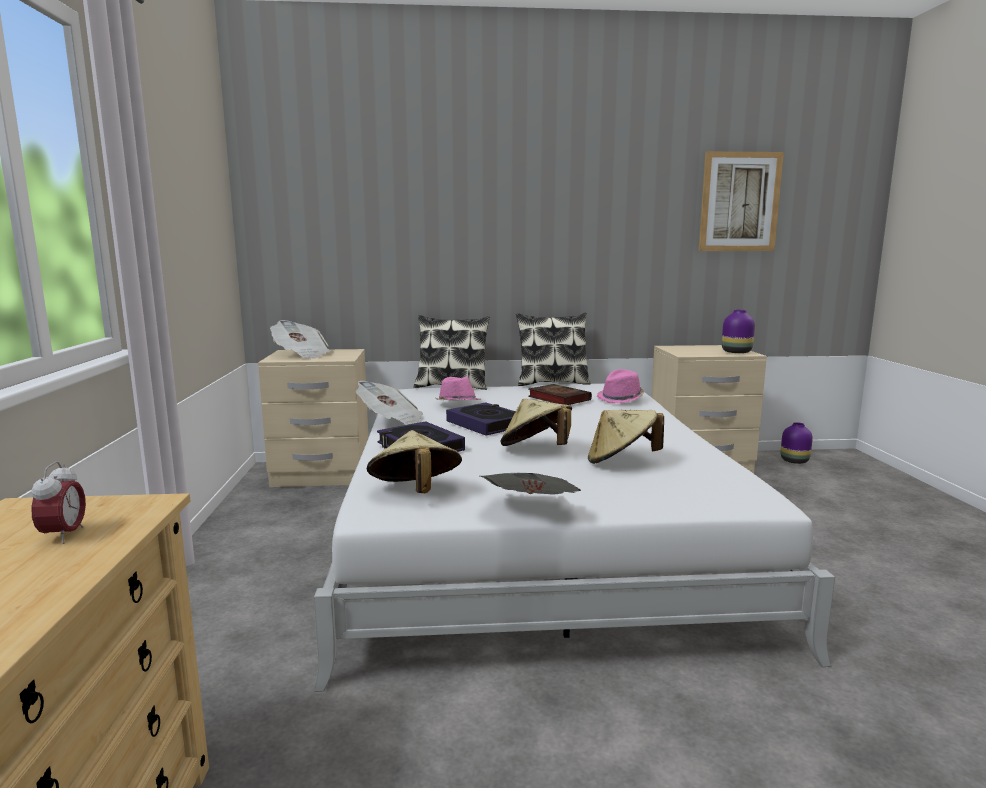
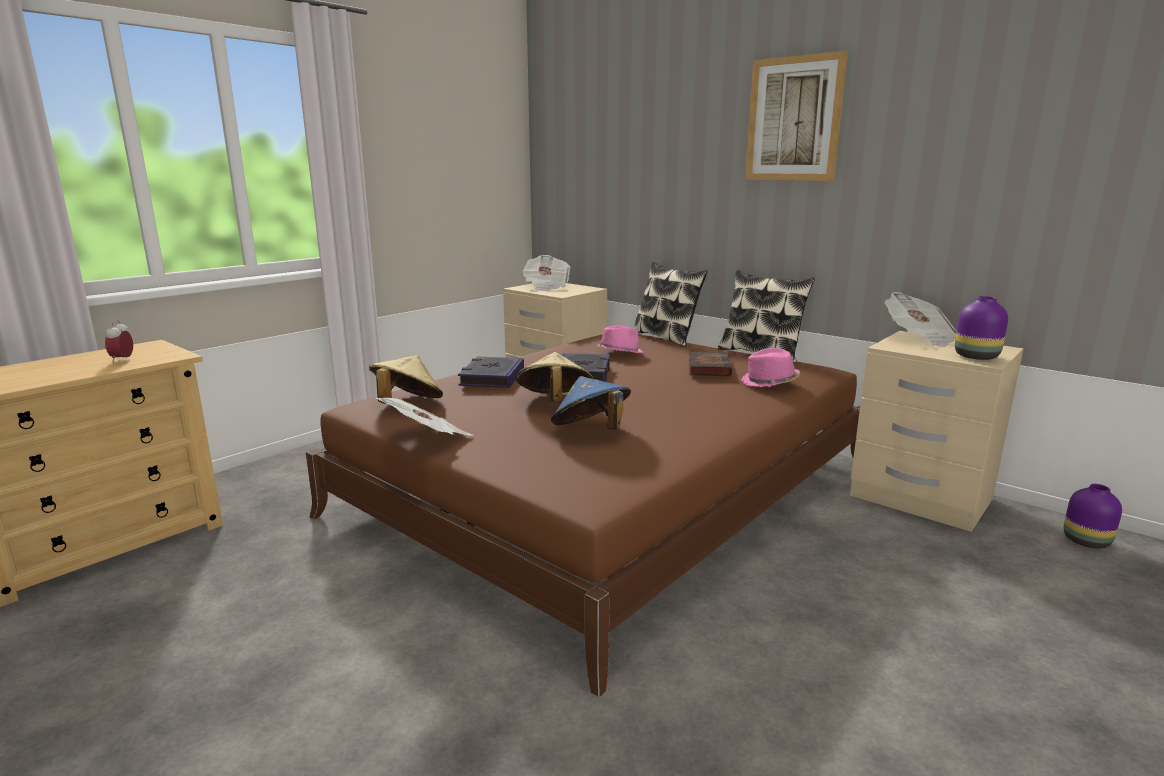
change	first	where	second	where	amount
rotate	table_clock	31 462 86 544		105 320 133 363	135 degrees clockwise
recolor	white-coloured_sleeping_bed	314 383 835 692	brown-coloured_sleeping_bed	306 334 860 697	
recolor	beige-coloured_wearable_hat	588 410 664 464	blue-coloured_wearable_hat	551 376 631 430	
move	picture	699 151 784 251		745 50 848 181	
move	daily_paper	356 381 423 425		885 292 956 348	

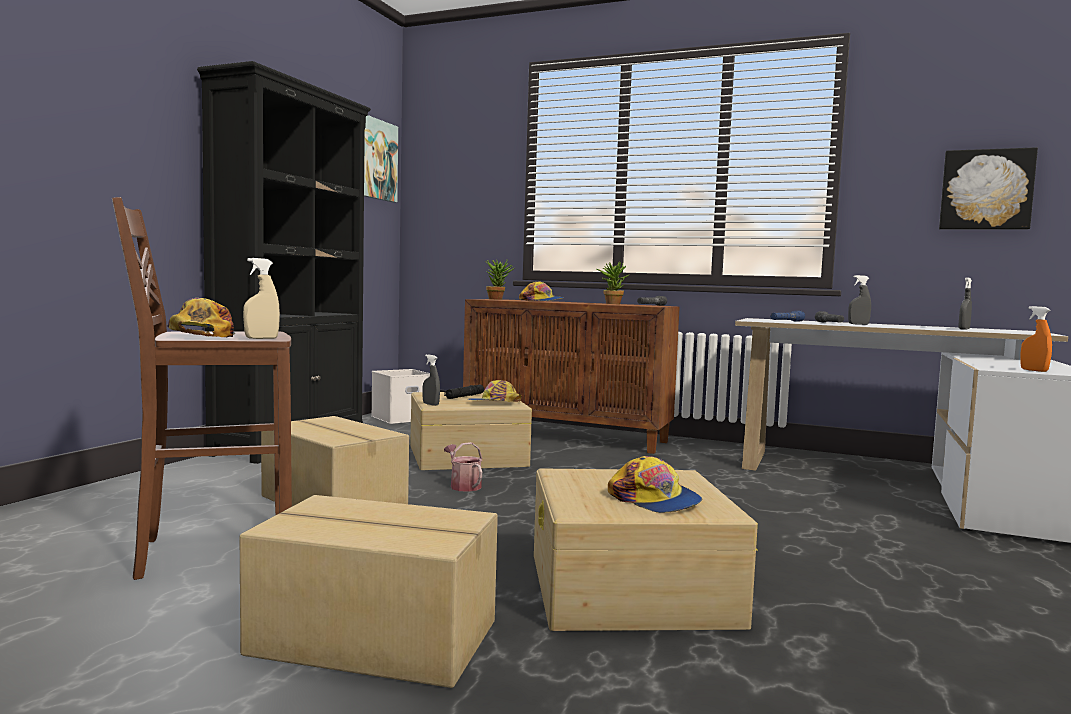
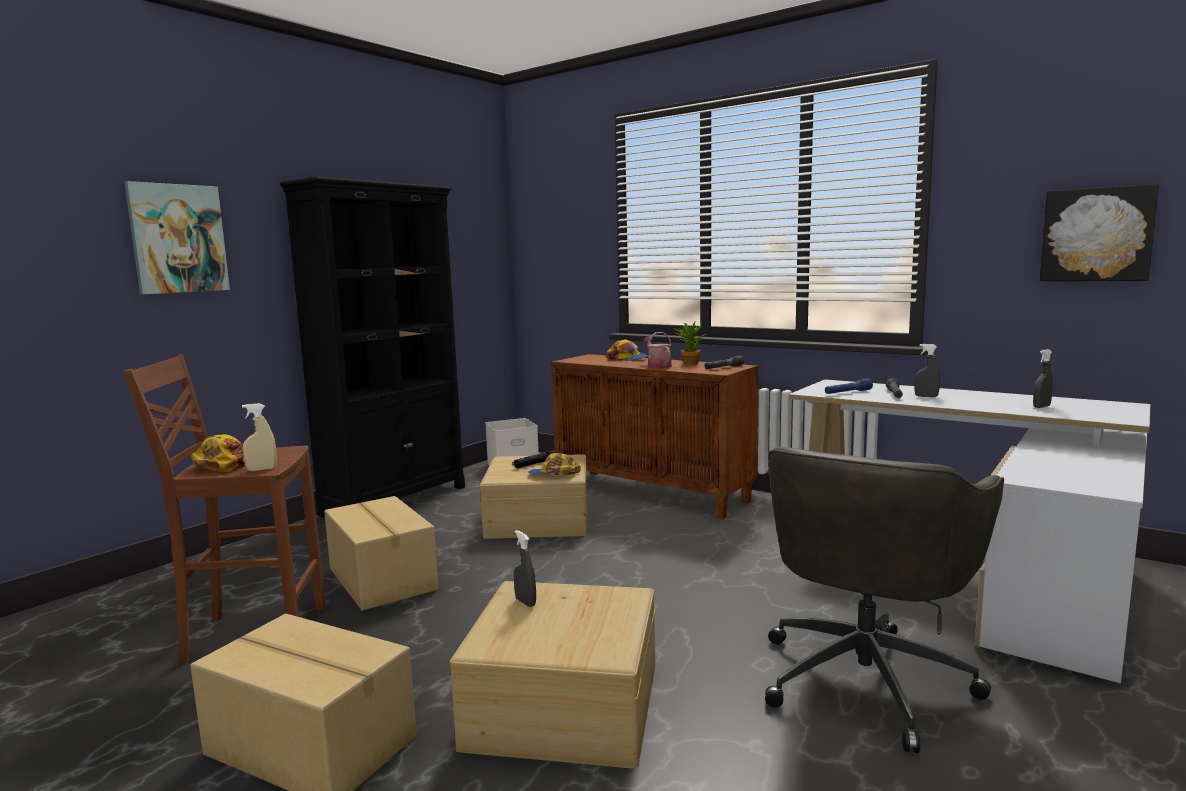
change	first	where	second	where	amount
move	picture	364 115 398 202		124 181 230 294	
move	grey_sprayer	422 354 440 406		514 530 536 607	
move	watering_pot	444 442 482 492		643 332 672 369	
insert			grey_office_chair	765 447 1004 753	
delete	potted_plant	485 259 515 300			
delete	cap	608 456 702 513			
delete	orange-coloured_sprayer	1020 306 1052 372			

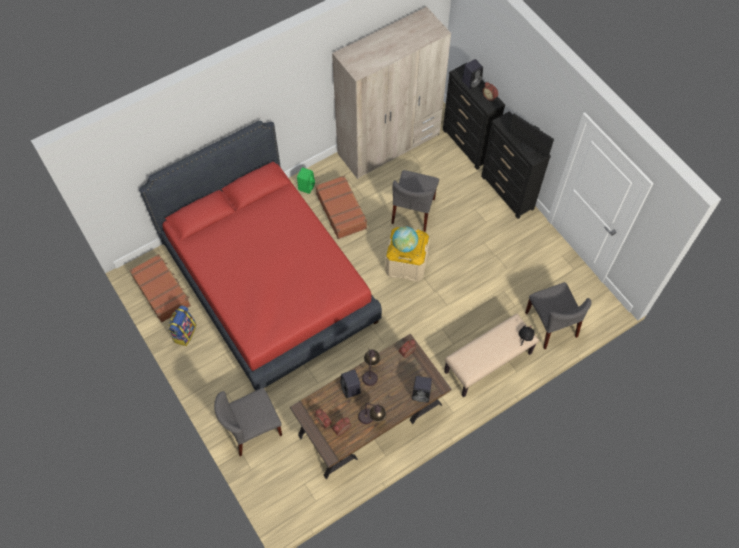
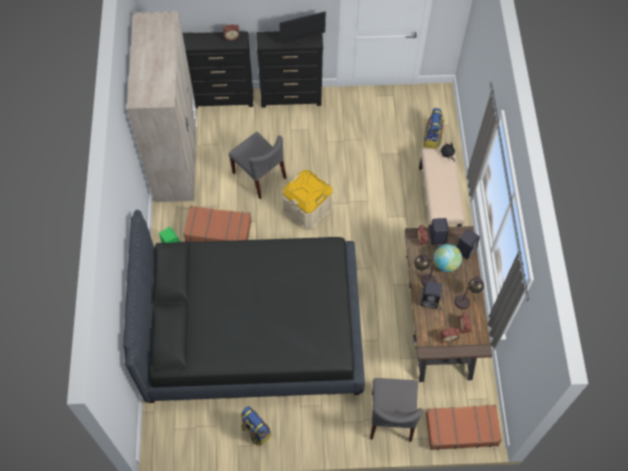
change	first	where	second	where	amount
recolor	red_sleeping_bed	139 121 382 391	black_sleeping_bed	123 210 365 403	
replace	grey_chair	525 282 592 350	backpack	424 108 444 148	
move	brown-coloured_suitcase	129 254 191 323		426 405 502 450	
move	black_speaker	462 59 483 89		429 218 448 245	
move	desk_globe	392 226 418 252		434 244 462 272	

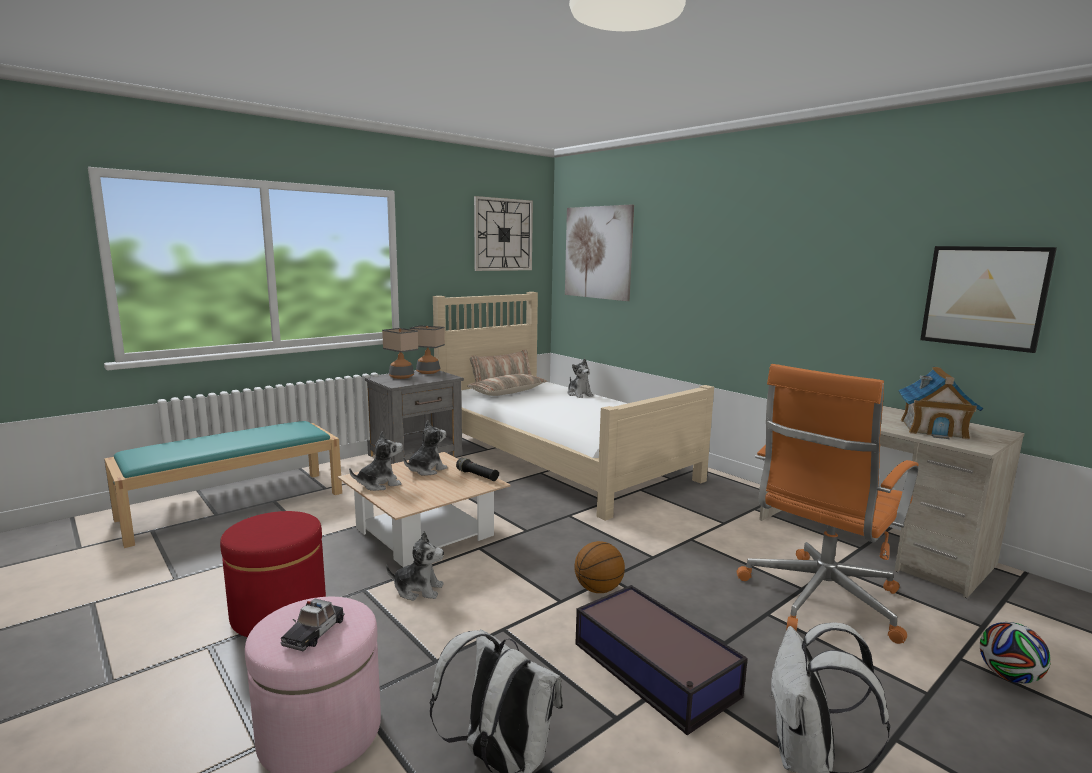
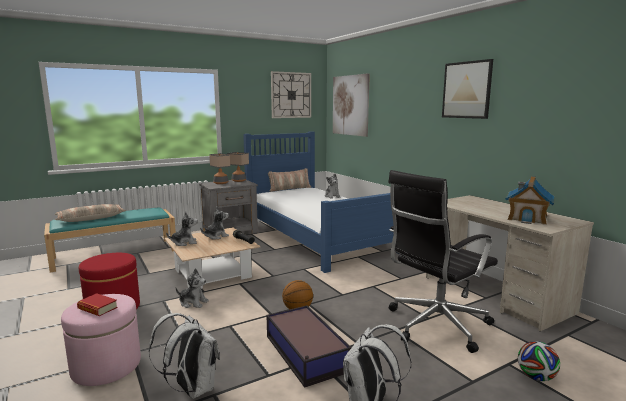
change	first	where	second	where	amount
move	throw_pillow	467 374 547 396		55 204 126 222	
replace	model_car	281 599 345 651	book	77 293 118 316	
recolor	beige-coloured_sleeping_bed	433 292 714 521	blue-coloured_sleeping_bed	243 131 398 273	
recolor	orange-coloured_office_chair	737 364 919 644	black_office_chair	388 170 498 353	
move	picture	920 246 1057 353		442 59 493 119	

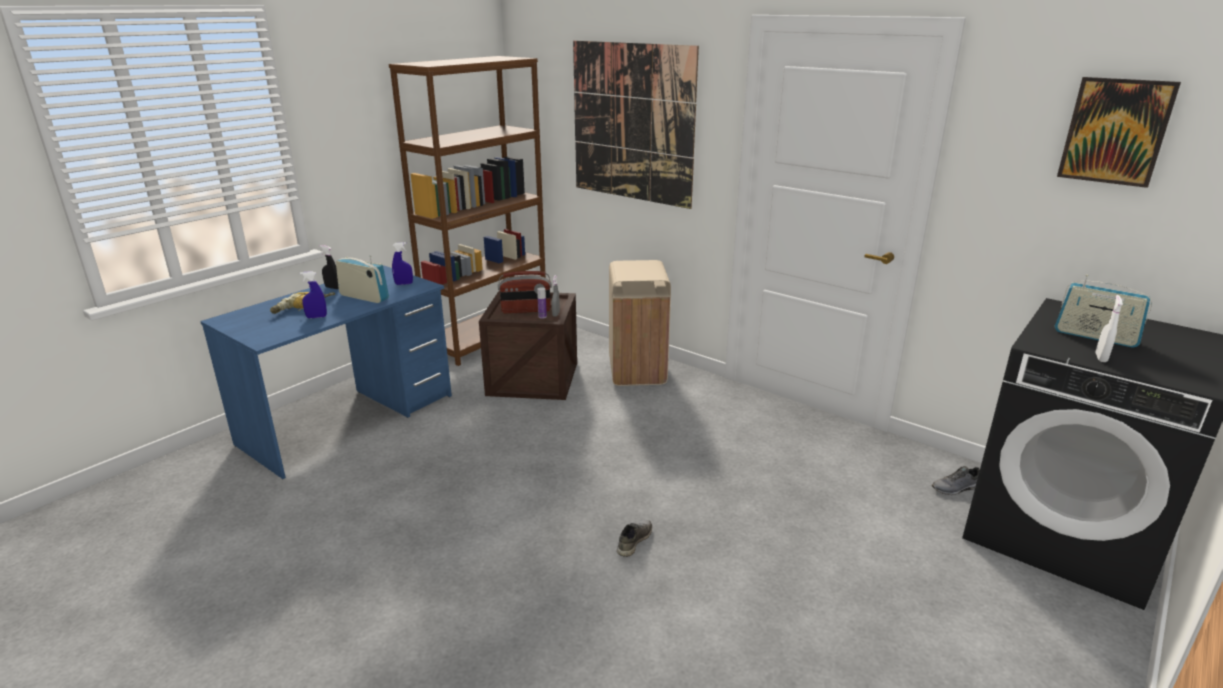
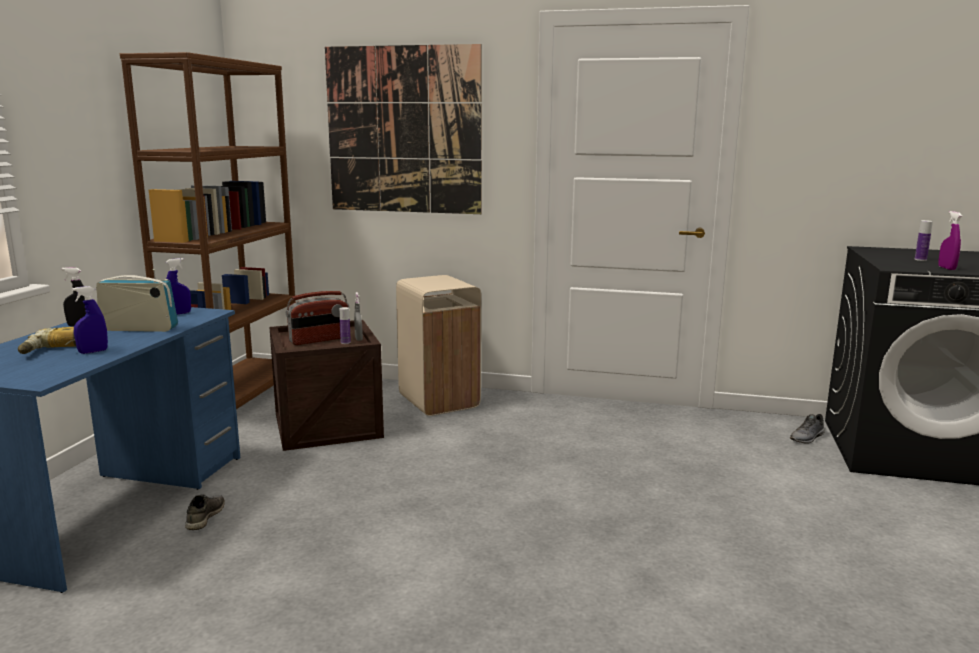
change	first	where	second	where	amount
move	grey_item_of_footwear	617 520 652 557		185 494 225 530	
replace	radio_receiver	1055 275 1152 348	beverage_bottle	915 220 933 261	
recolor	white-coloured_sprayer	1096 295 1123 362	purplish_sprayer	938 211 962 270	
delete	picture	1057 77 1181 188			

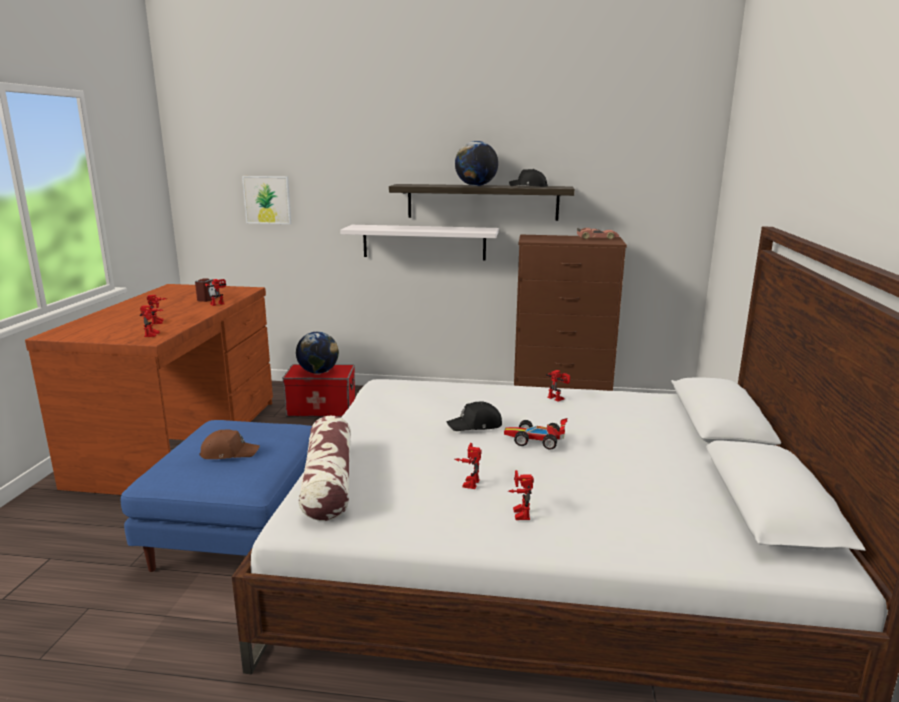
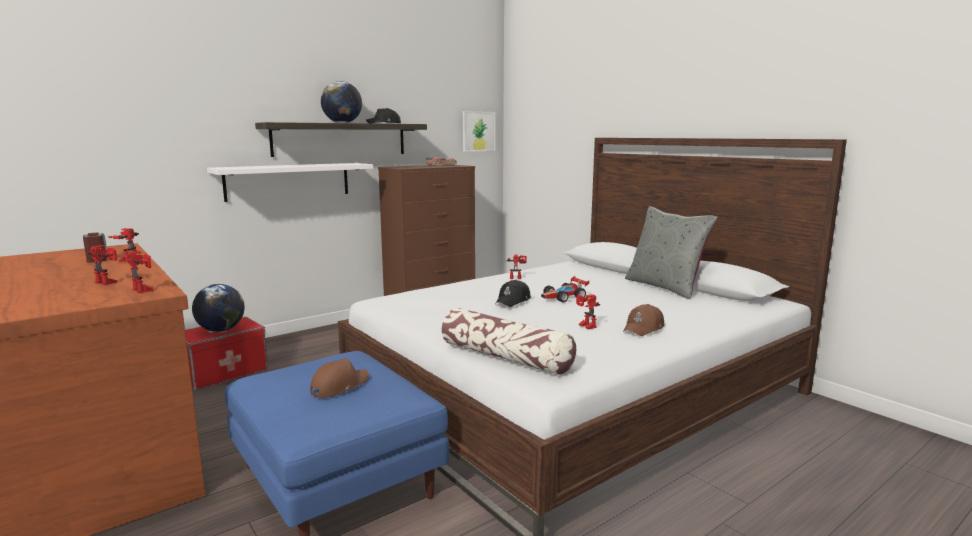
change	first	where	second	where	amount
move	picture	242 176 291 224		463 111 495 151	
replace	toy_robot	508 470 534 520	brown-coloured_cap	624 304 664 336	
insert			grey_throw_pillow	625 206 718 299	

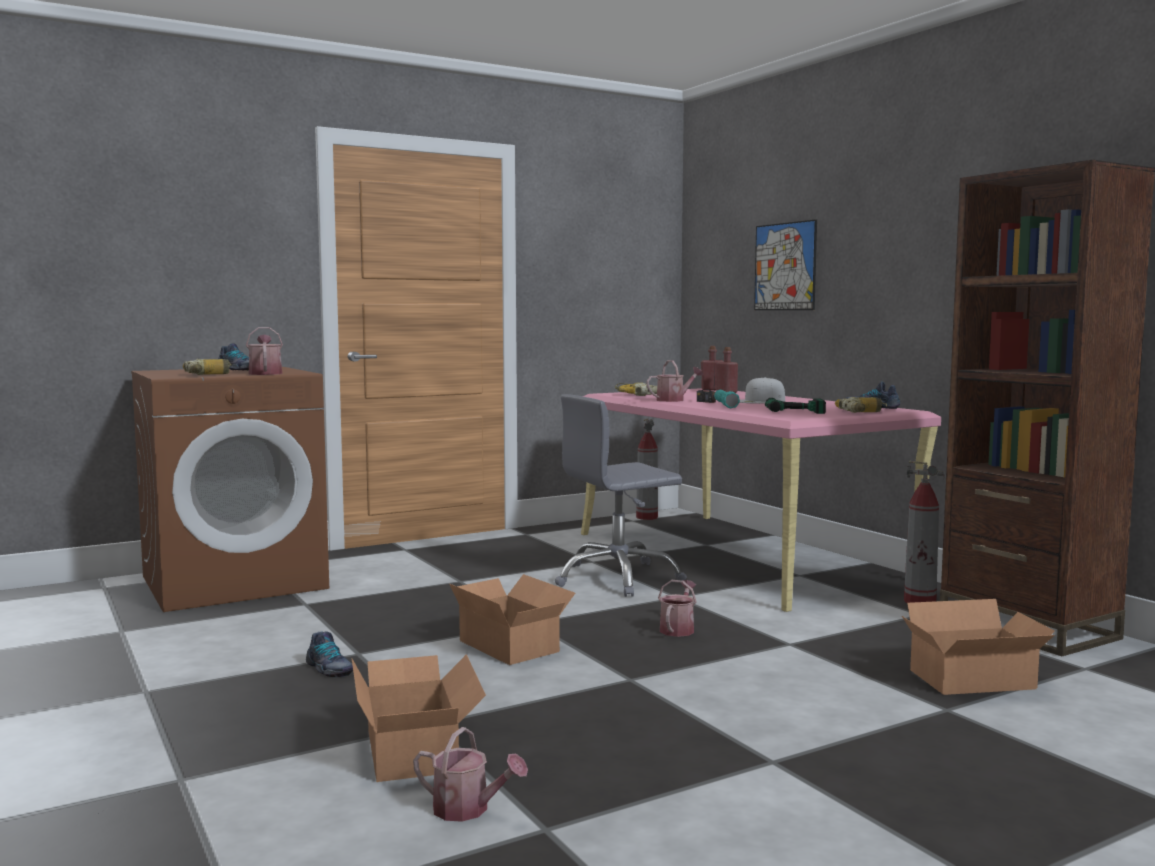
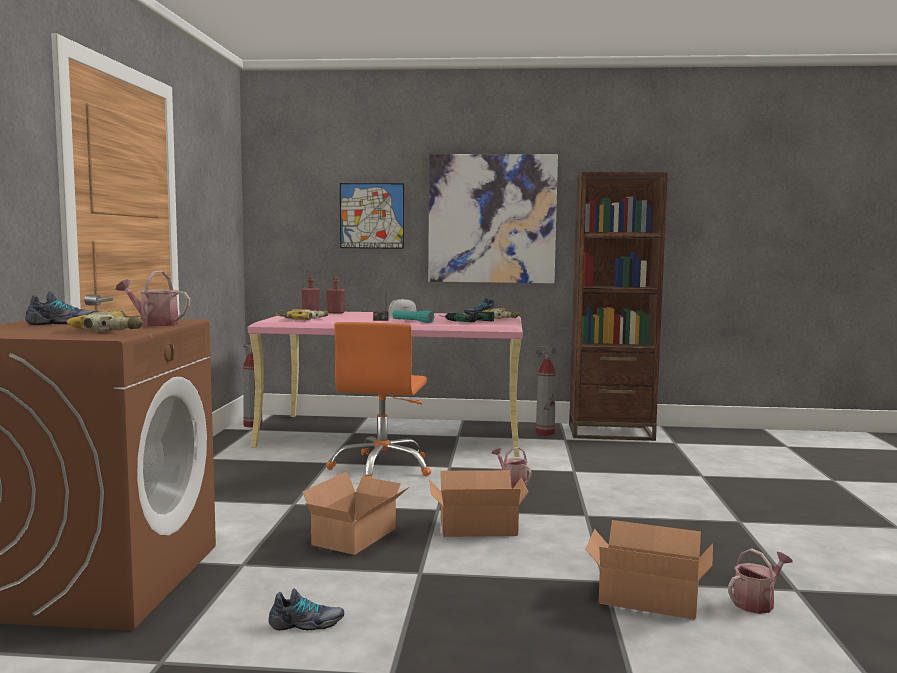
change	first	where	second	where	amount
move	item_of_footwear	306 632 353 678		268 588 344 630	
move	carton	902 599 1055 695		303 471 409 555	
recolor	grey_office_chair	555 394 687 597	orange-coloured_office_chair	327 322 431 478	
insert			picture	428 154 558 284	
delete	watering_pot	646 360 703 402			

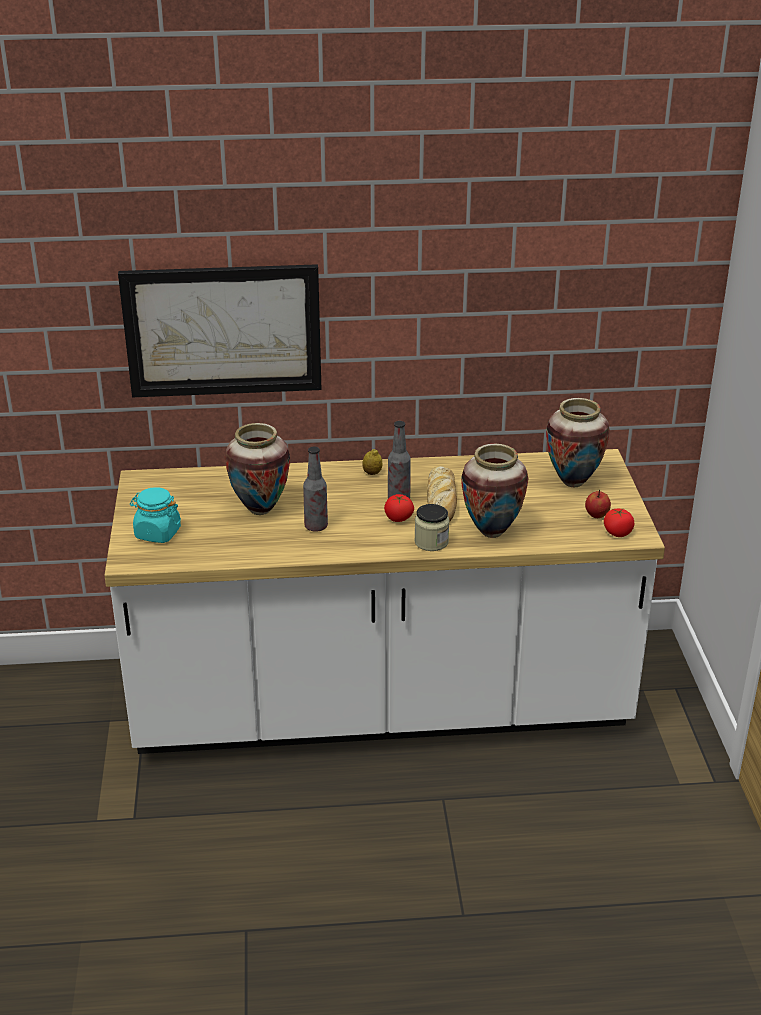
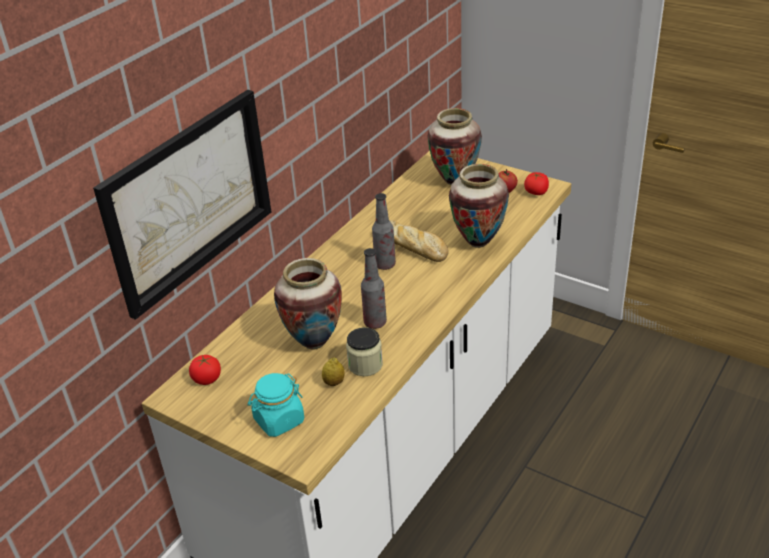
change	first	where	second	where	amount
move	fresh_tomato	384 494 414 522		189 355 221 385	
move	citrus_fruit	362 449 382 475		322 358 345 386	
move	preserve_jar	414 504 449 551		346 327 383 376	

